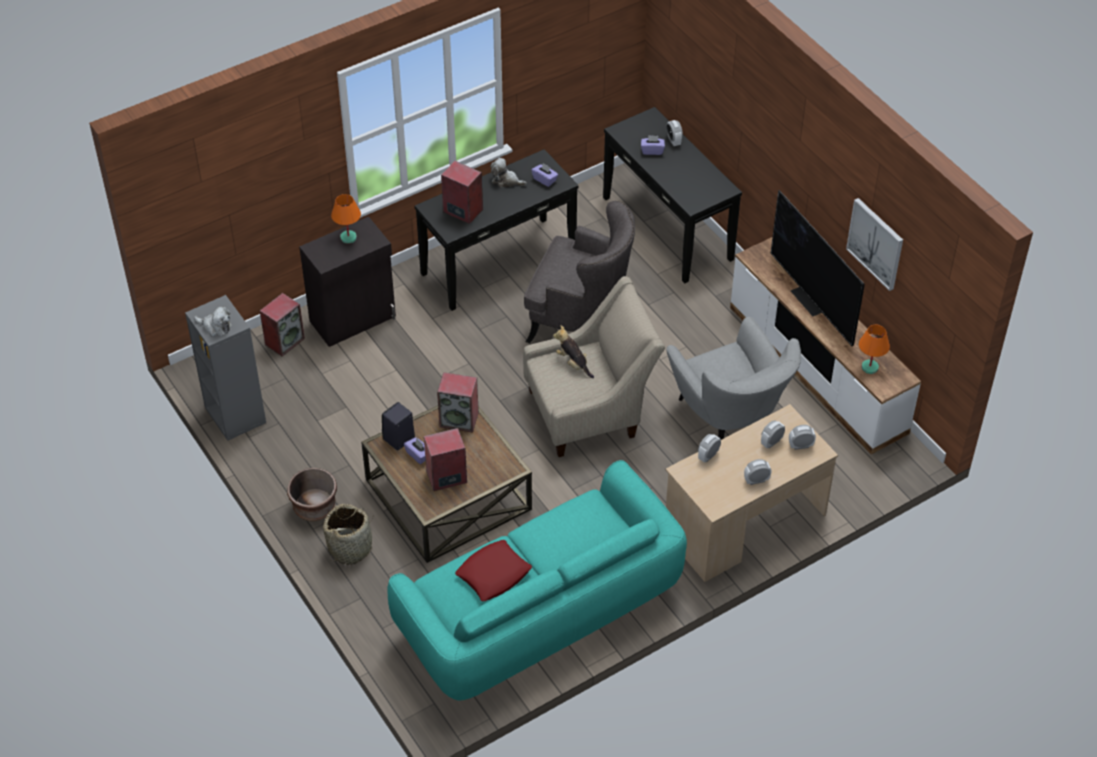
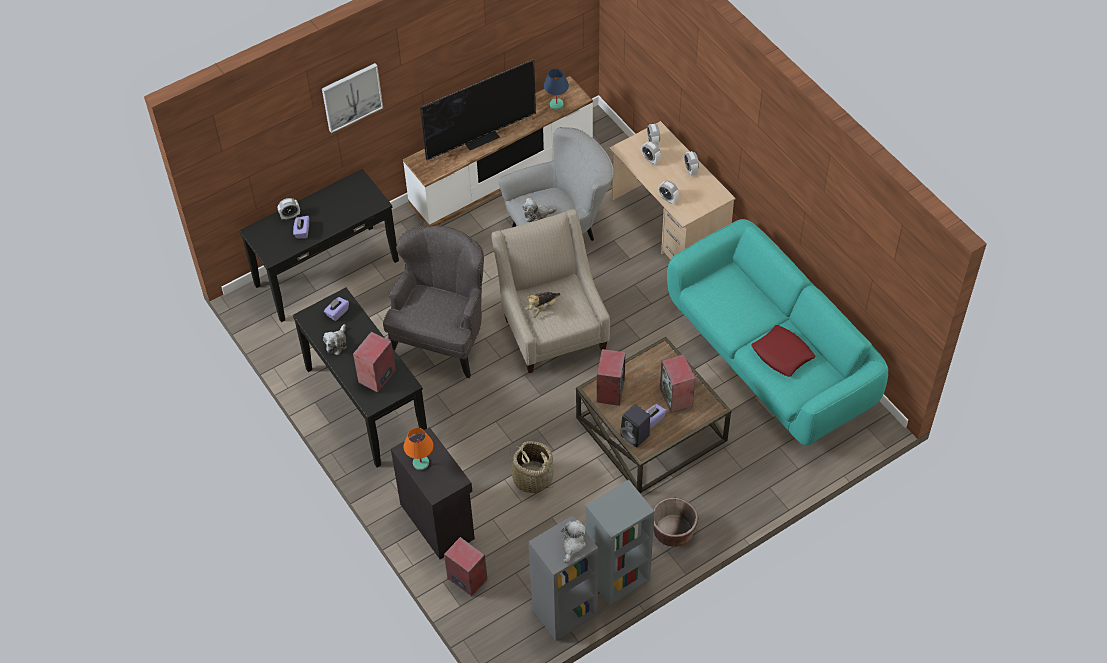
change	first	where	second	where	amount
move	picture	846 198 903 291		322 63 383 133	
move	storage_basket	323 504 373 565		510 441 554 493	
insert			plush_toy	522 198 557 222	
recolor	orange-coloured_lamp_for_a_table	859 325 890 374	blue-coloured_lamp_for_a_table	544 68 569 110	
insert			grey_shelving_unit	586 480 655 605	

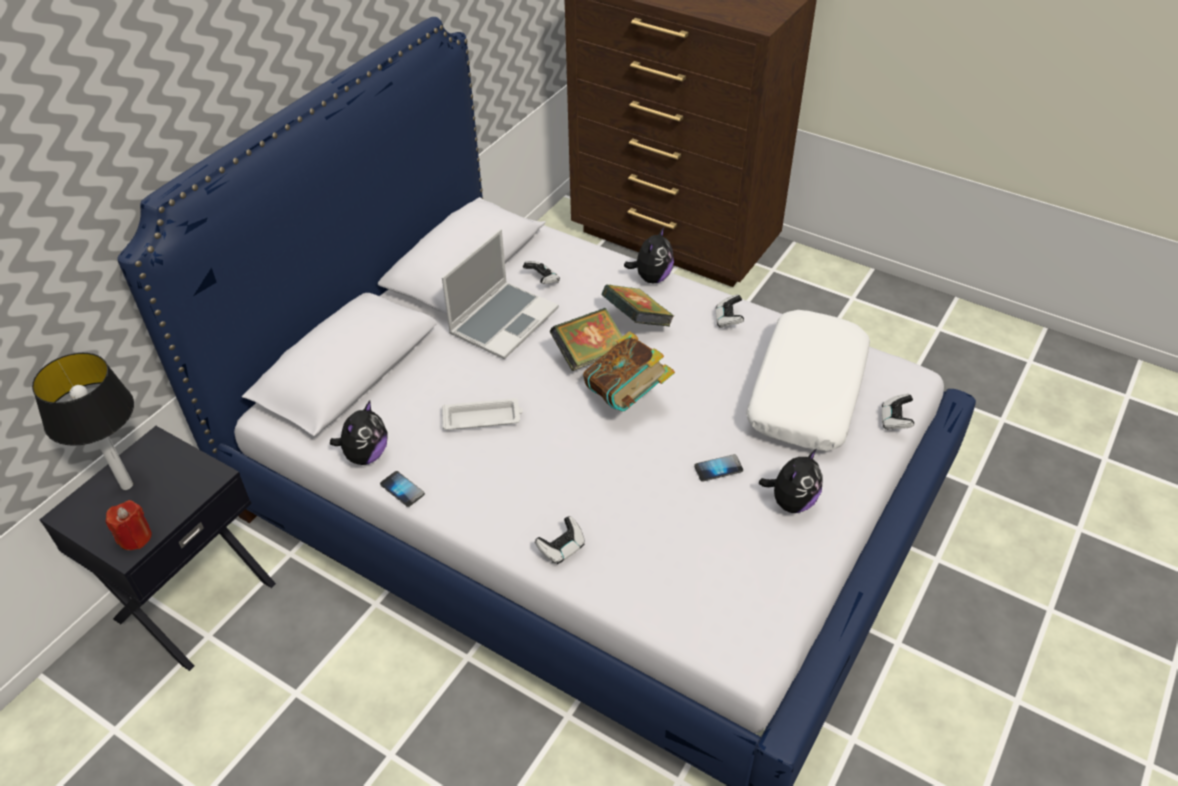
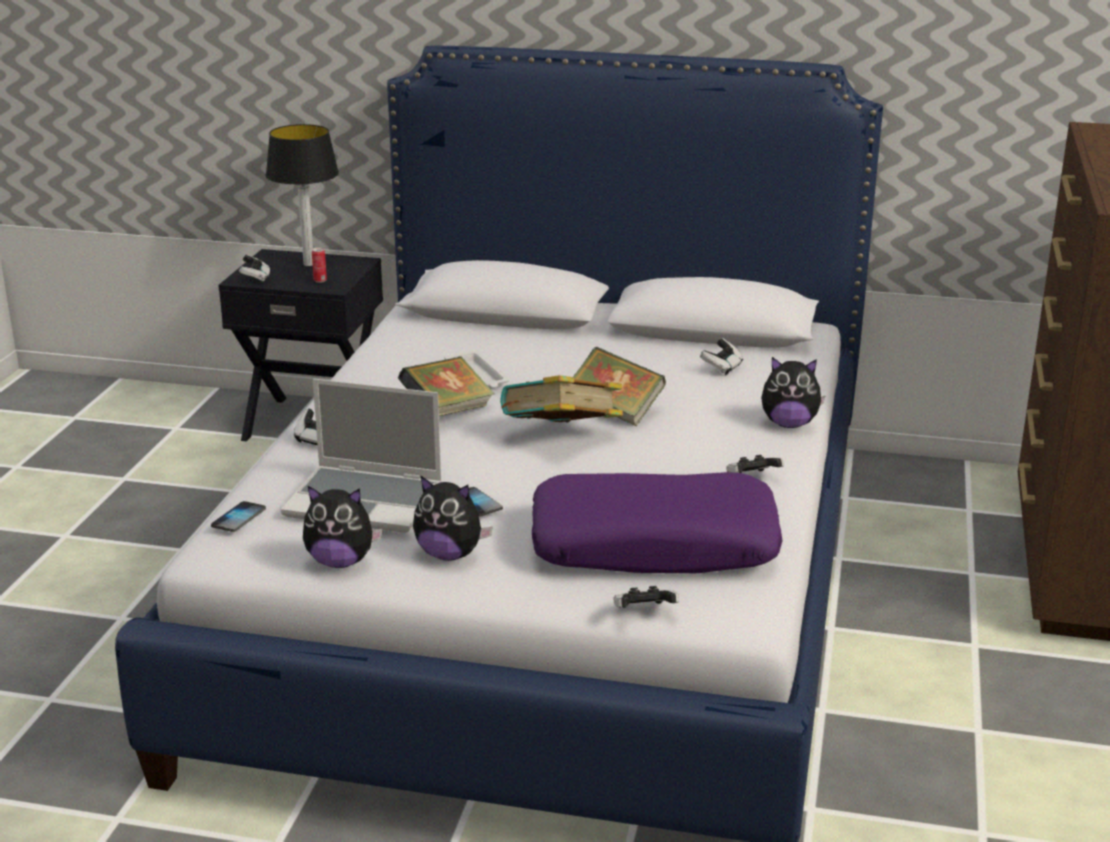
change	first	where	second	where	amount
move	handset	380 471 425 507		211 501 266 532	
replace	red_candle	106 500 152 550	joypad	239 255 270 283	
move	laptop	442 229 559 359		281 379 442 533	
move	plush_toy	330 401 388 465		303 486 383 568	
insert			metal_can	312 247 327 283	
move	book	602 285 674 326		398 356 495 416	
recolor	white-coloured_throw_pillow	746 310 870 451	purplish_throw_pillow	532 472 783 573	

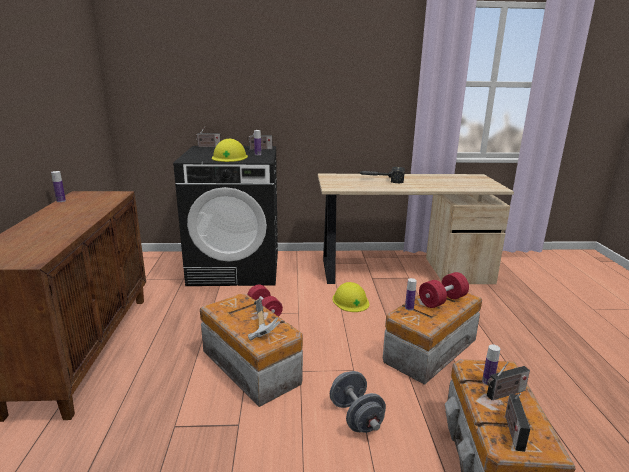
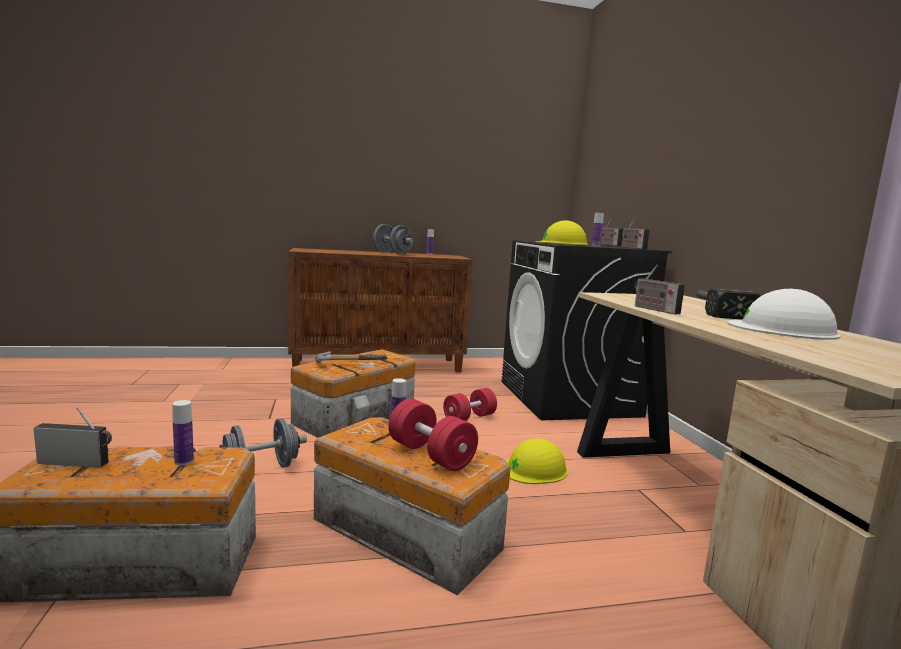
change	first	where	second	where	amount
insert			grey_hand_weight	373 224 414 255	
move	radio_receiver	487 362 530 400		635 265 685 314	
insert			white-coloured_safety_helmet	727 289 841 340	

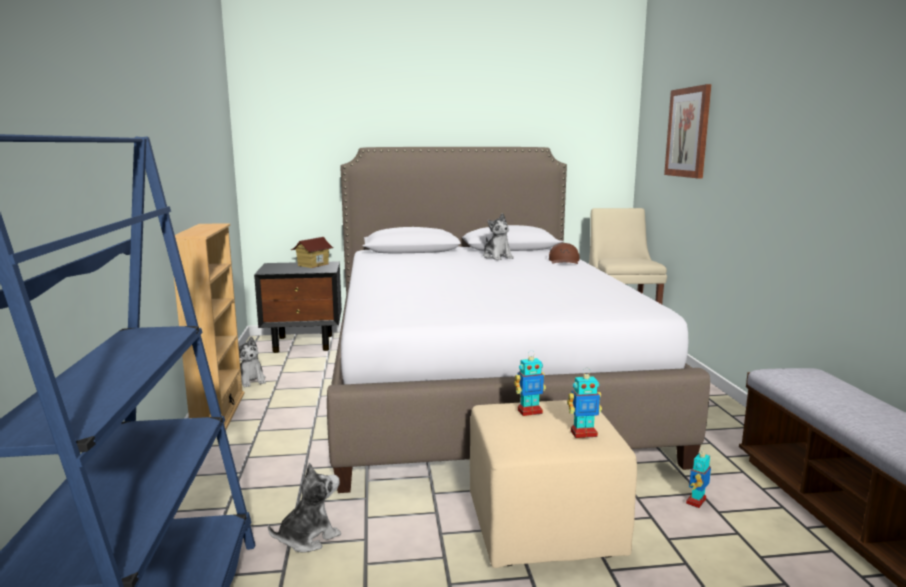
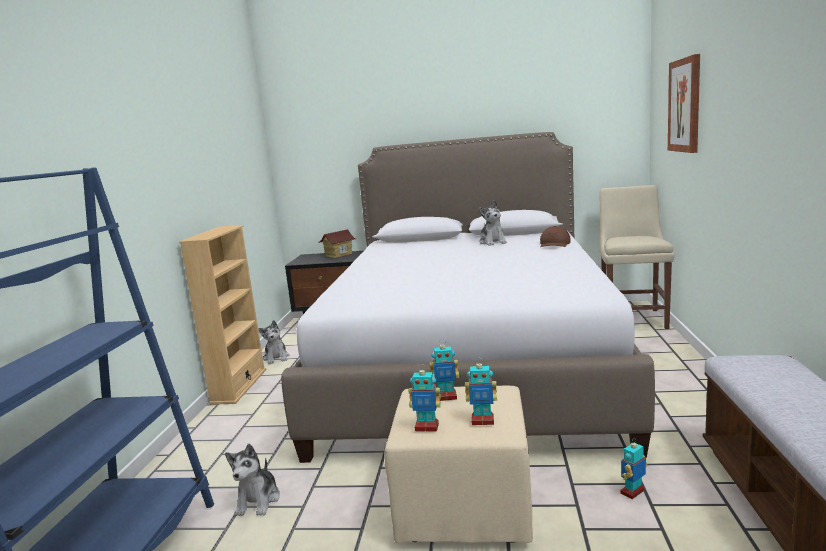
change	first	where	second	where	amount
rotate	plush_toy	268 463 341 553		225 444 280 516	120 degrees clockwise
insert			toy_robot	408 364 441 431	

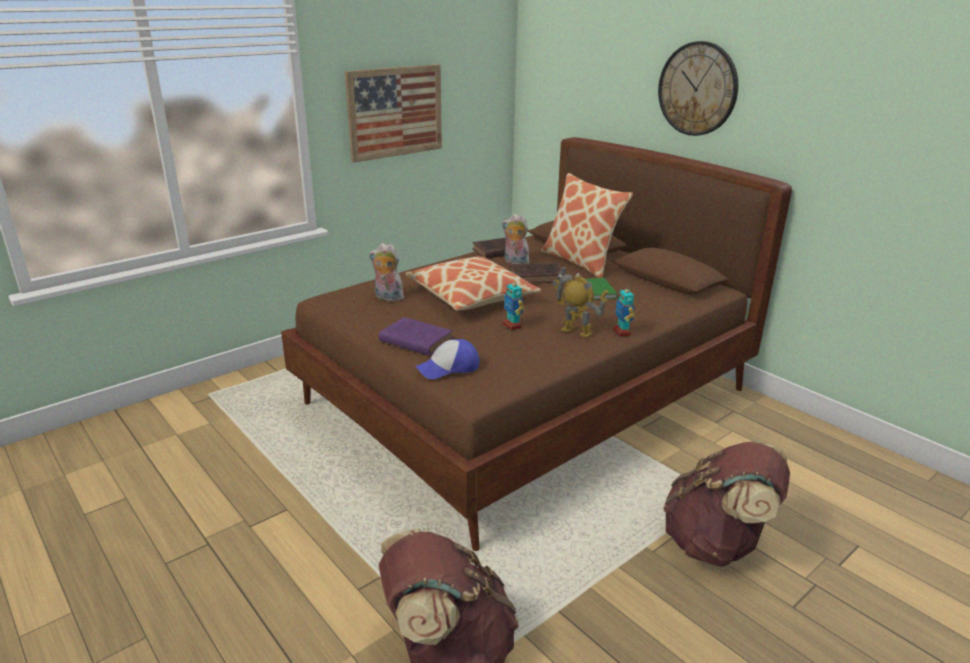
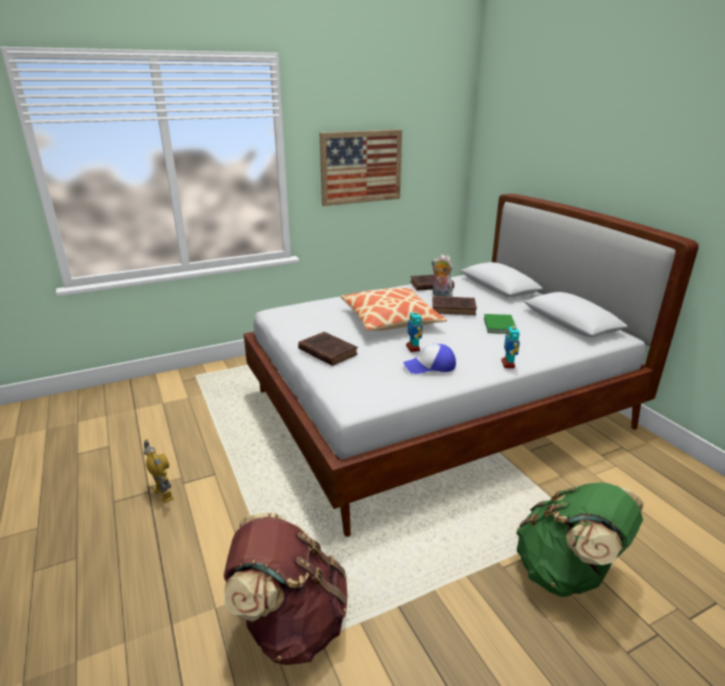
change	first	where	second	where	amount
move	toy_robot	552 266 608 338		144 439 174 503	
recolor	brown-coloured_sleeping_bed	281 137 792 551	white-coloured_sleeping_bed	244 194 699 537	
recolor	purplish_book	379 317 453 356	brown-coloured_book	298 332 358 366	
move	cap	416 339 479 379		403 344 456 374	
recolor	brown-coloured_backpack	663 442 790 567	green-coloured_backpack	516 482 644 597	
delete	plush_toy	369 243 404 301			
delete	throw_pillow	541 173 633 278			
delete	wall_clock	658 41 738 136			

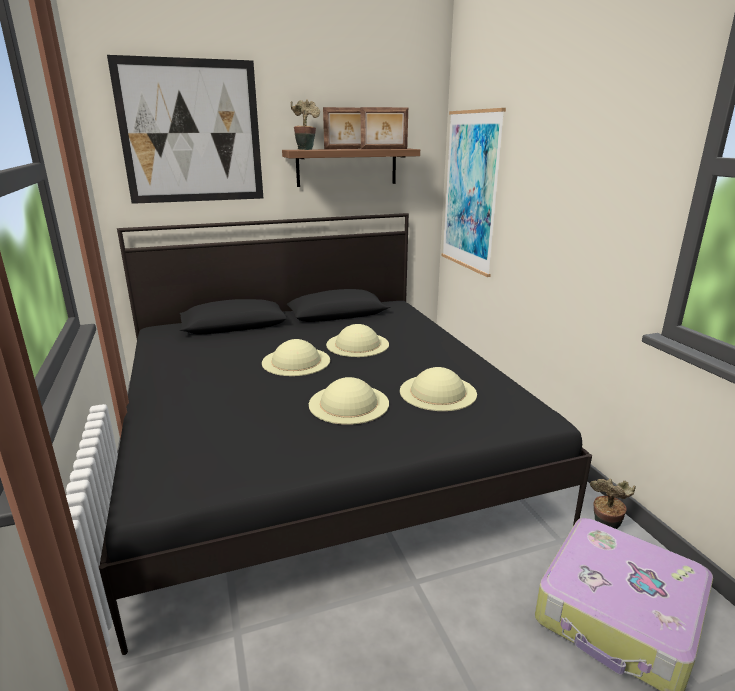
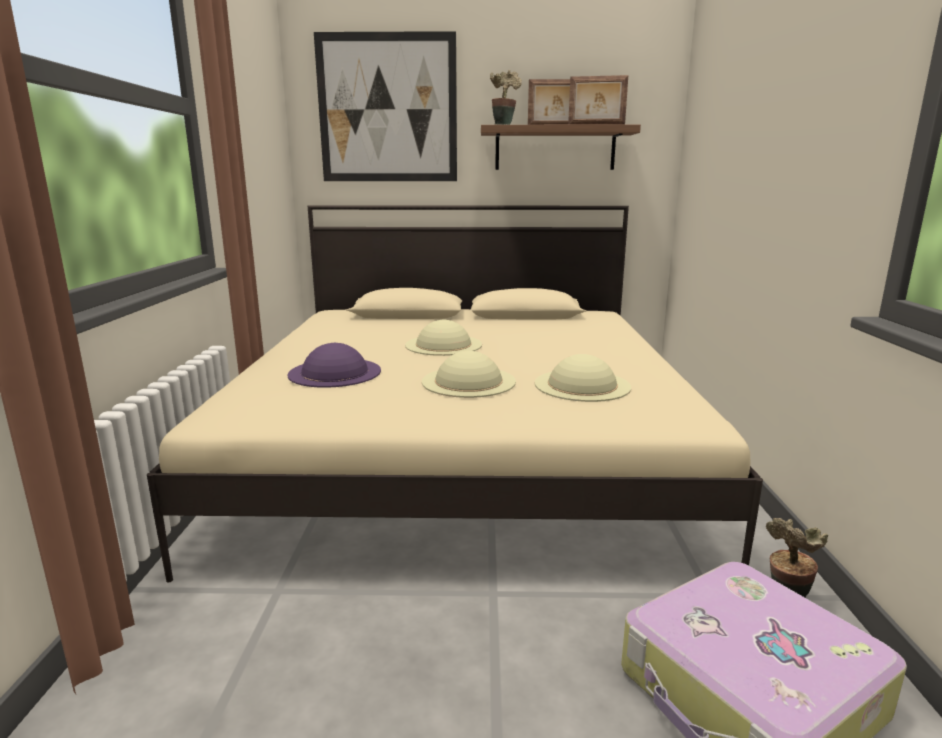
change	first	where	second	where	amount
recolor	black_sleeping_bed	99 213 592 655	beige-coloured_sleeping_bed	147 205 763 582	
insert			purplish_wearable_hat	287 343 381 388	
delete	beige-coloured_wearable_hat	326 324 389 357			
delete	picture	441 108 506 277			

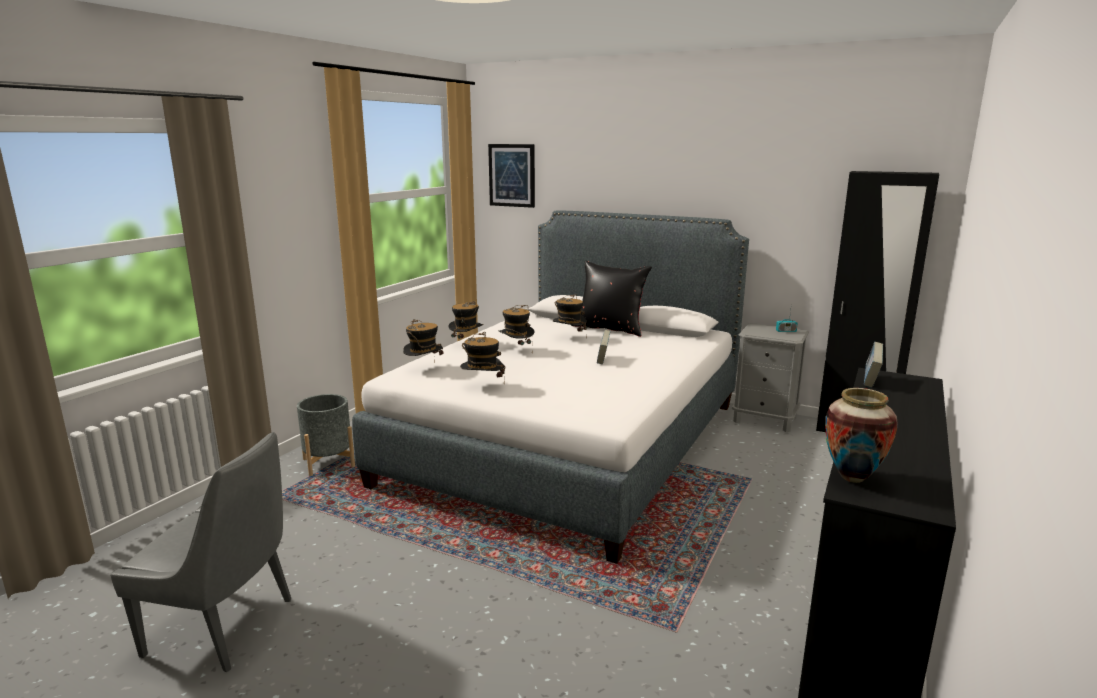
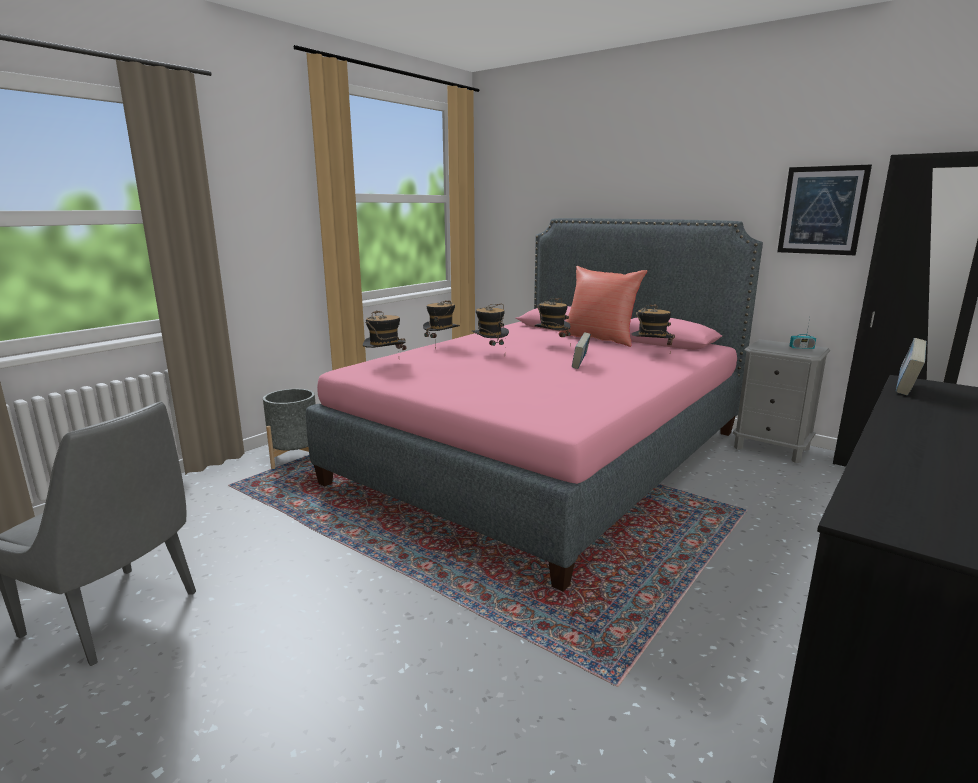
change	first	where	second	where	amount
recolor	white-coloured_sleeping_bed	352 210 749 564	pinkish_sleeping_bed	306 218 763 591	
recolor	black_throw_pillow	571 261 652 337	red_throw_pillow	559 266 647 347	
move	wearable_hat	460 332 505 377		632 304 675 353	
move	picture	488 144 535 208		777 165 872 255	
delete	vase	825 388 898 483			

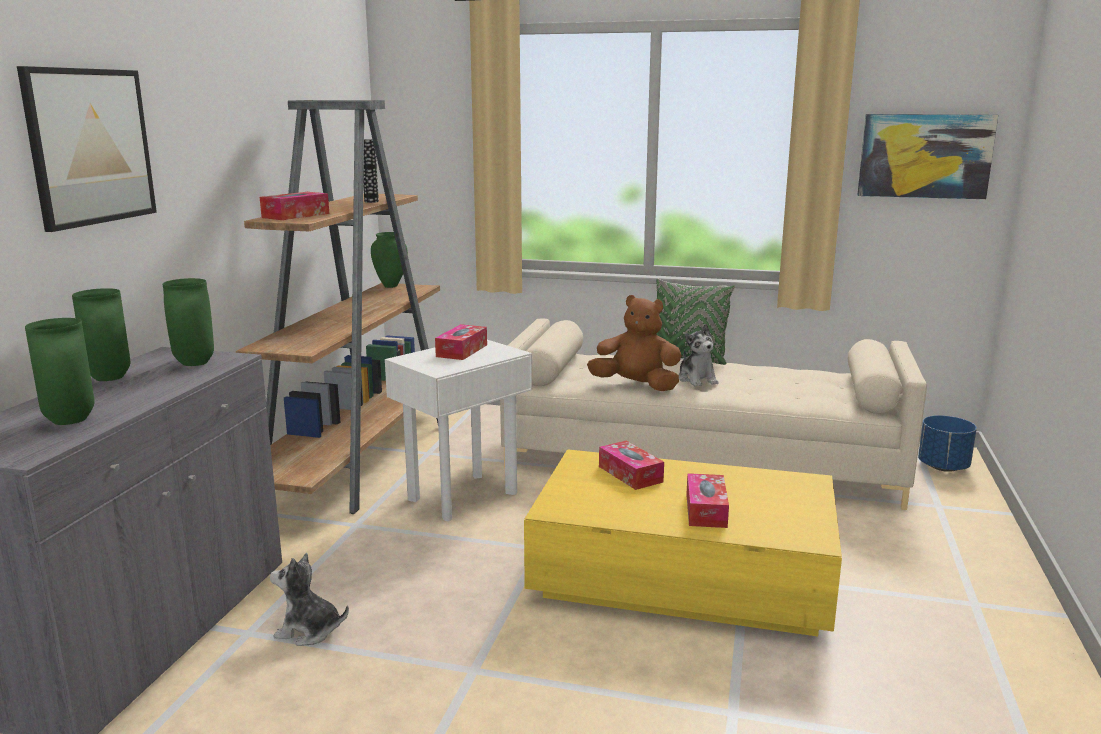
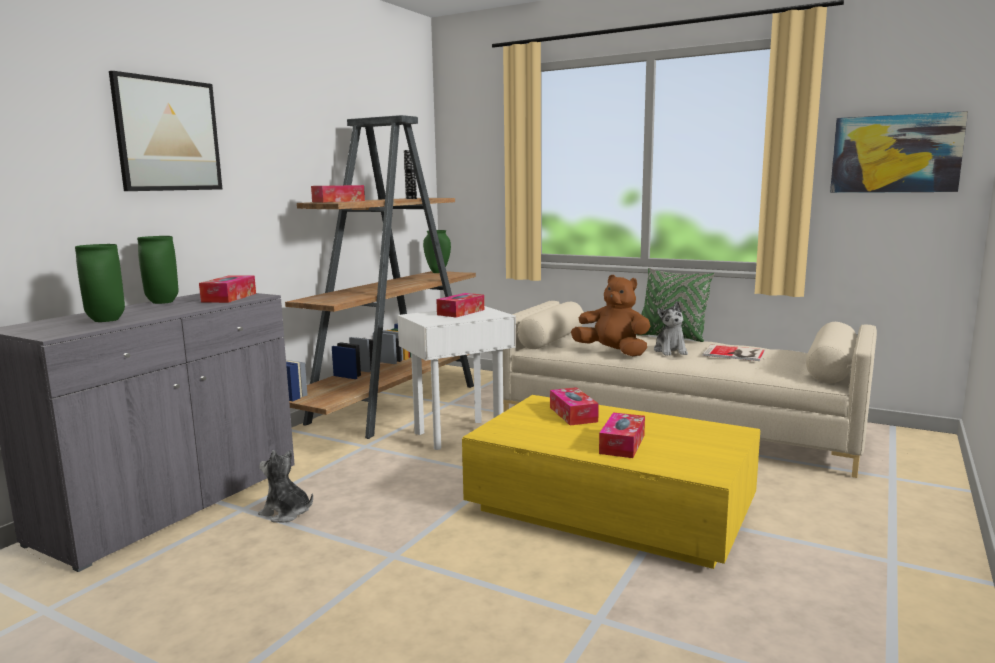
change	first	where	second	where	amount
replace	green-coloured_vase	163 278 214 366	box_of_tissues	199 275 256 303	
insert			book	703 345 765 361	
delete	blue-coloured_flower_pot	918 415 977 472			

